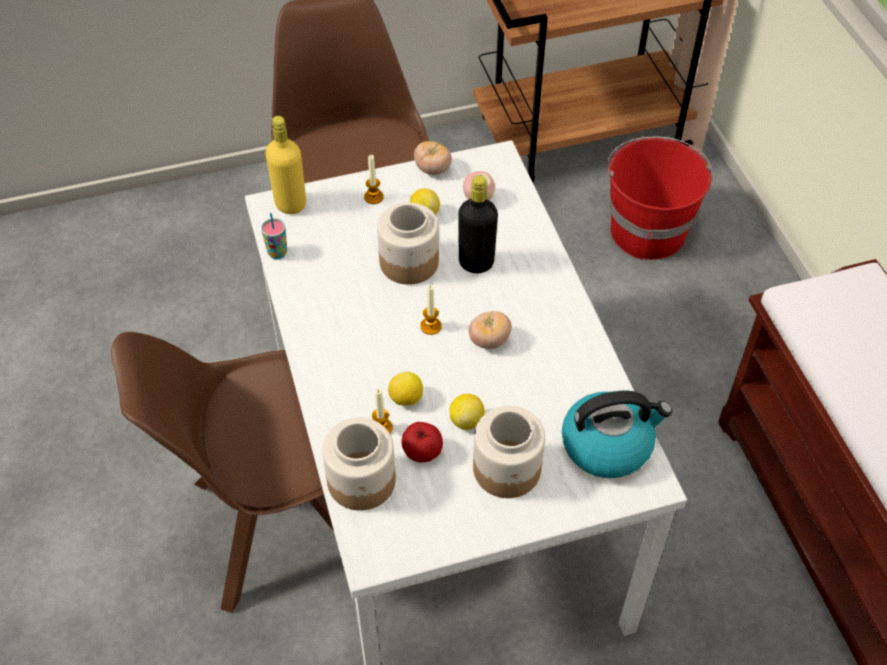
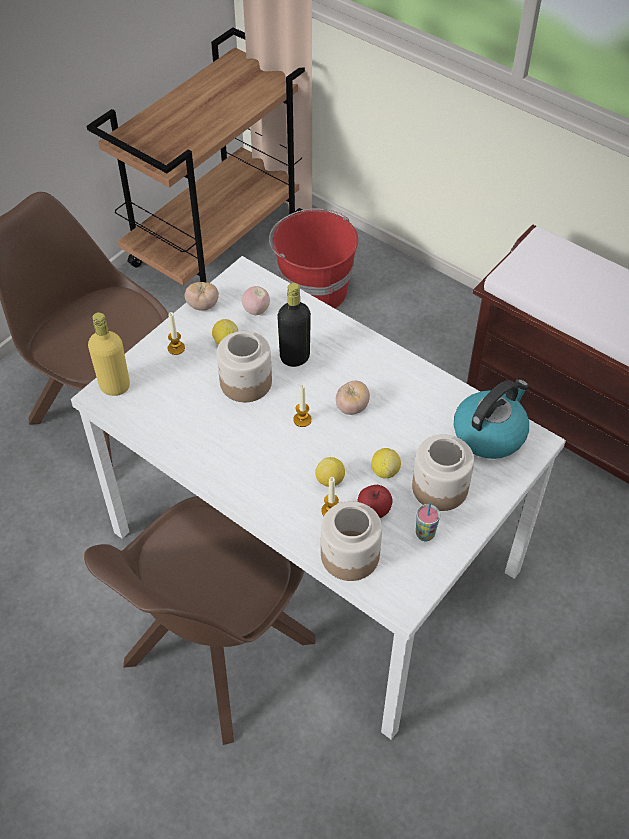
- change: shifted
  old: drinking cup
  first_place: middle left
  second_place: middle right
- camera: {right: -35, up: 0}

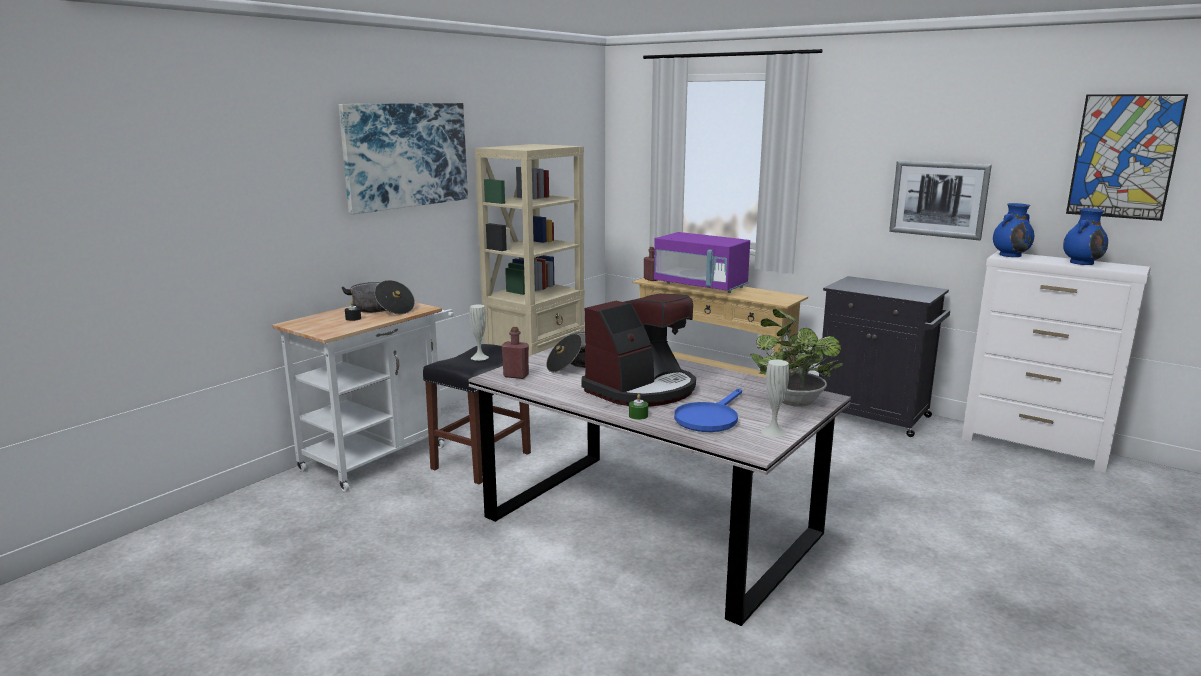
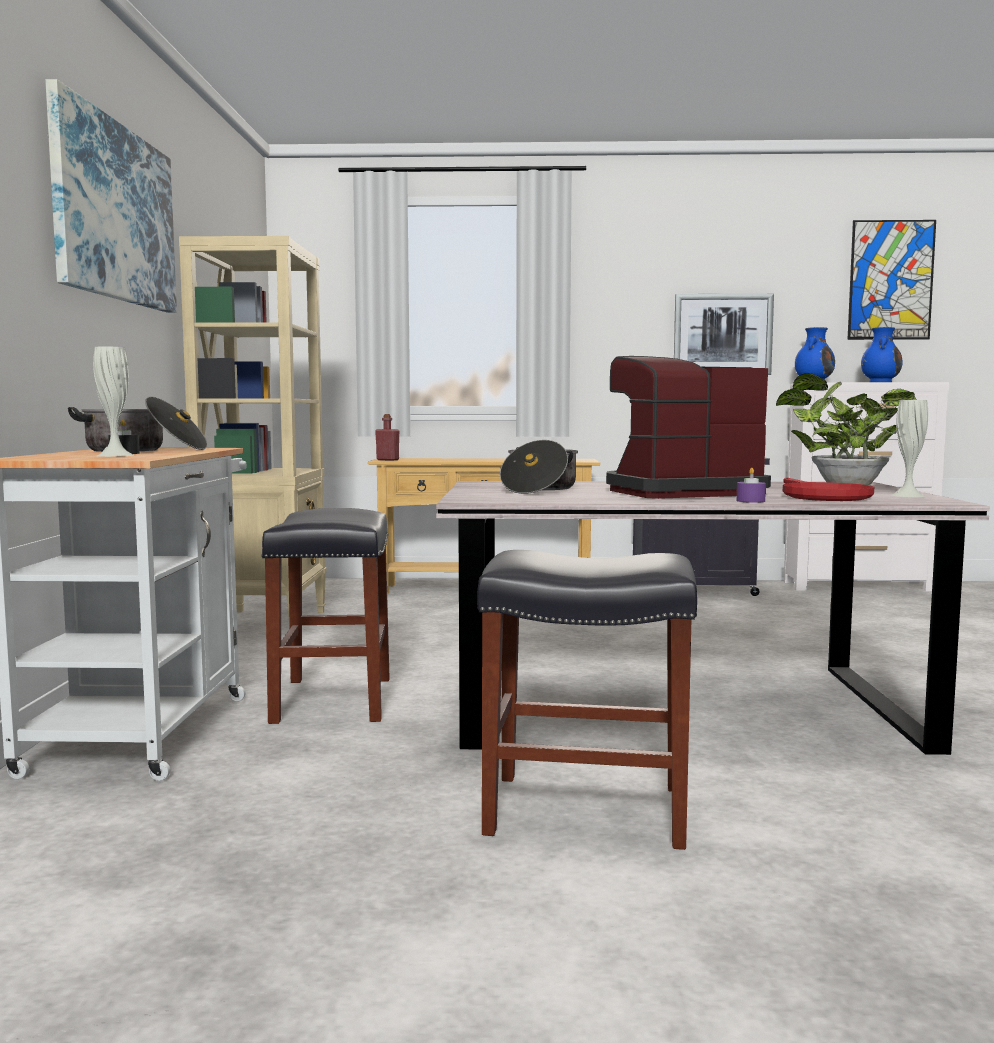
- change: shifted
  old: white flower vase (no. 1 from left)
  first_place: centre
  second_place: middle left
- change: new
  new: blackish sitting stool (no. 2 from left)
  second_place: bottom centre
- change: rotated
  old: coffee brewer
  first_place: centre
  second_place: middle right
  degrees: -120
- change: repainted
  old: green-coloured wax light
  new: purple-coloured wax light
  first_place: centre
  second_place: middle right
- change: repainted
  old: blue-coloured pan
  new: reddish pan
  first_place: centre
  second_place: middle right
- change: gone
  old: reddish beverage bottle (no. 1 from left)
  first_place: centre
- change: gone
  old: purple-coloured kitchen microwave
  first_place: centre
- camera: {right: -35, up: -10}

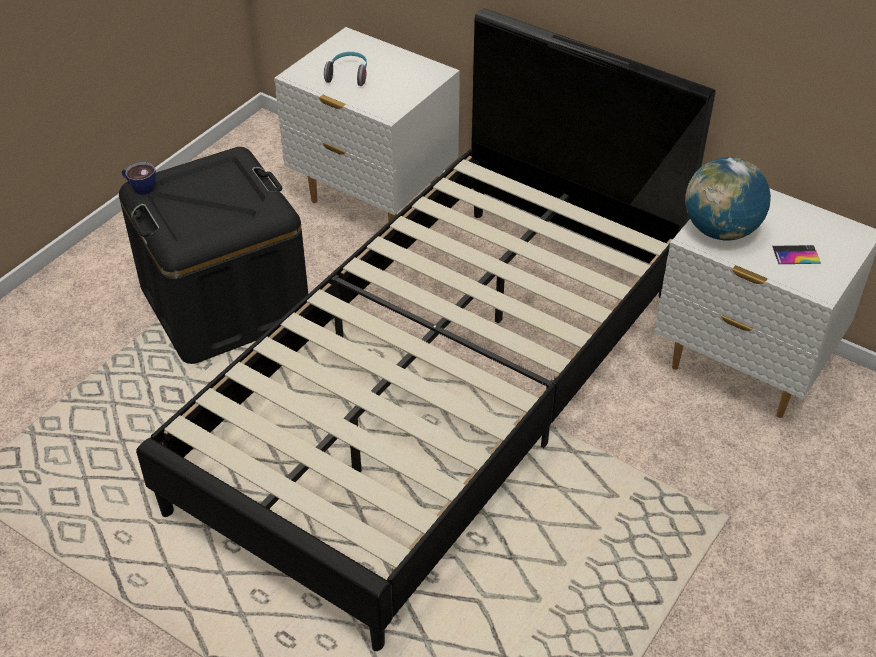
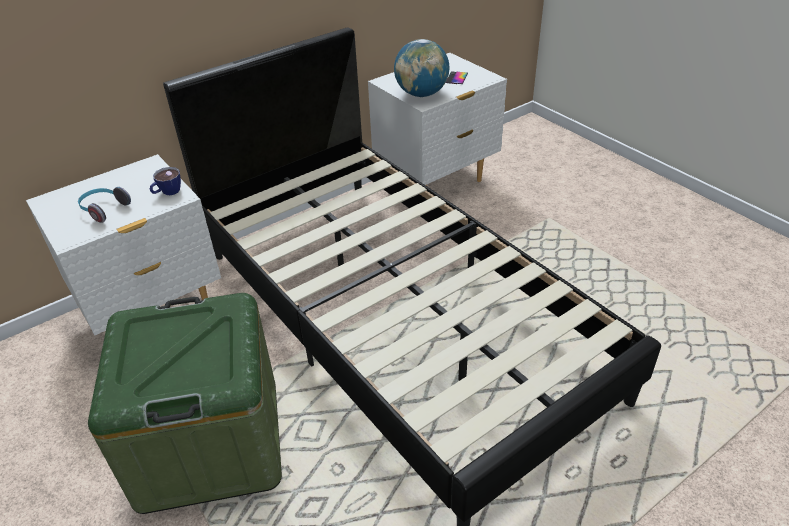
- change: repainted
  old: blackish storage box
  new: green-coloured storage box
  first_place: middle left
  second_place: bottom left
- change: shifted
  old: drinking cup
  first_place: top left
  second_place: middle left
- camera: {right: -70, up: -5}

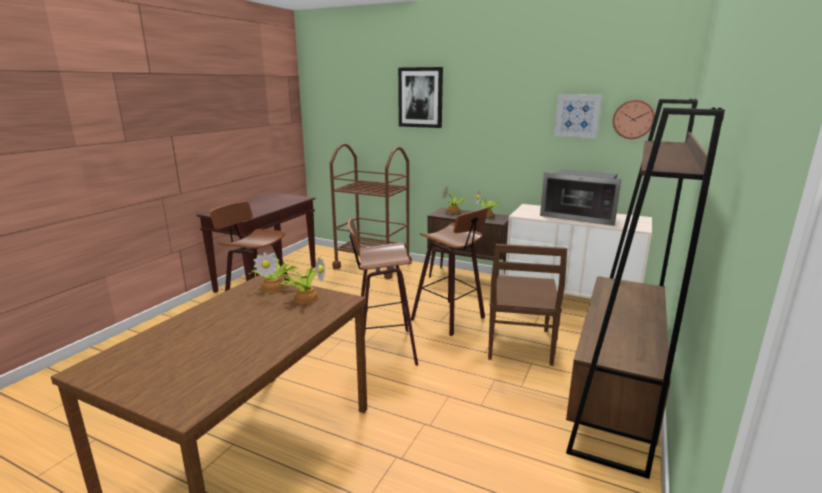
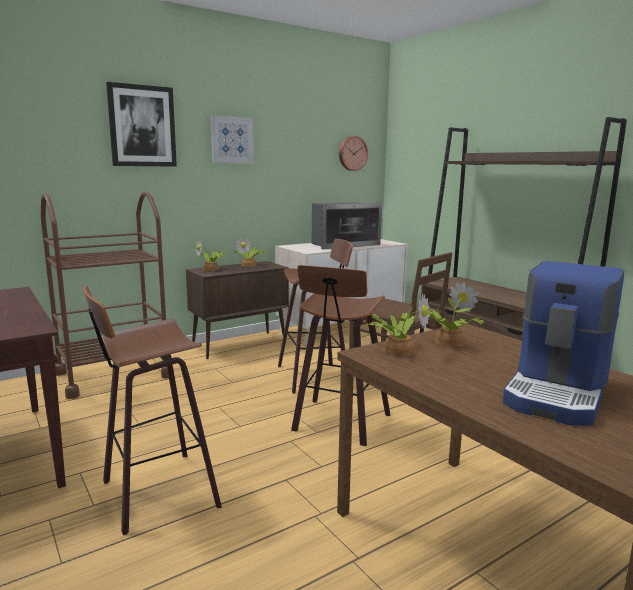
- change: shifted
  old: wall picture (no. 2 from left)
  first_place: top right
  second_place: top centre
- change: new
  new: coffee brewer
  second_place: middle right
- camera: {right: -60, up: -5}

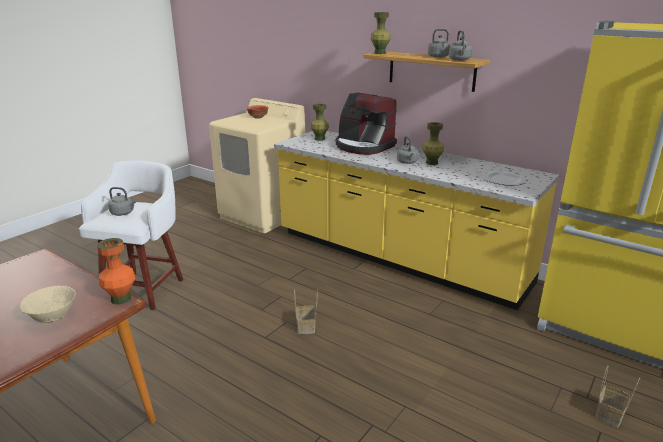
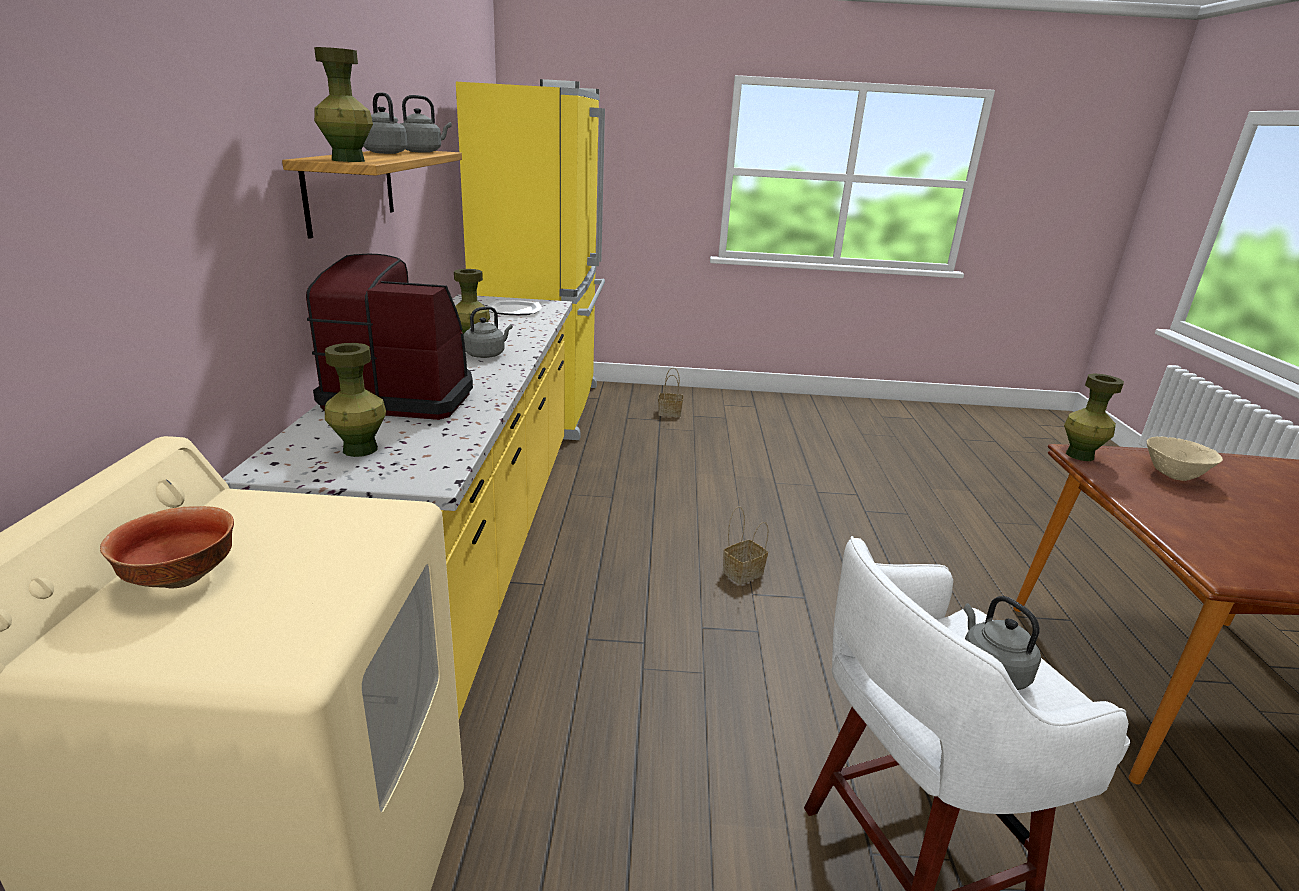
- change: rotated
  old: coffee brewer
  first_place: top centre
  second_place: middle left
  degrees: -90
- change: repainted
  old: orange-coloured flower vase
  new: green-coloured flower vase (no. 4 from left)
  first_place: middle left
  second_place: middle right
- camera: {right: -125, up: 0}

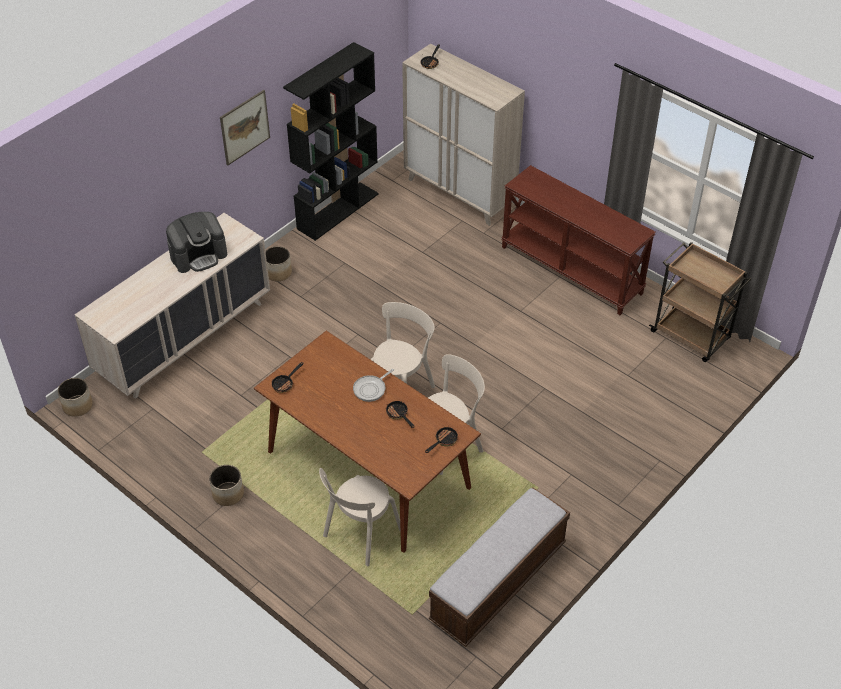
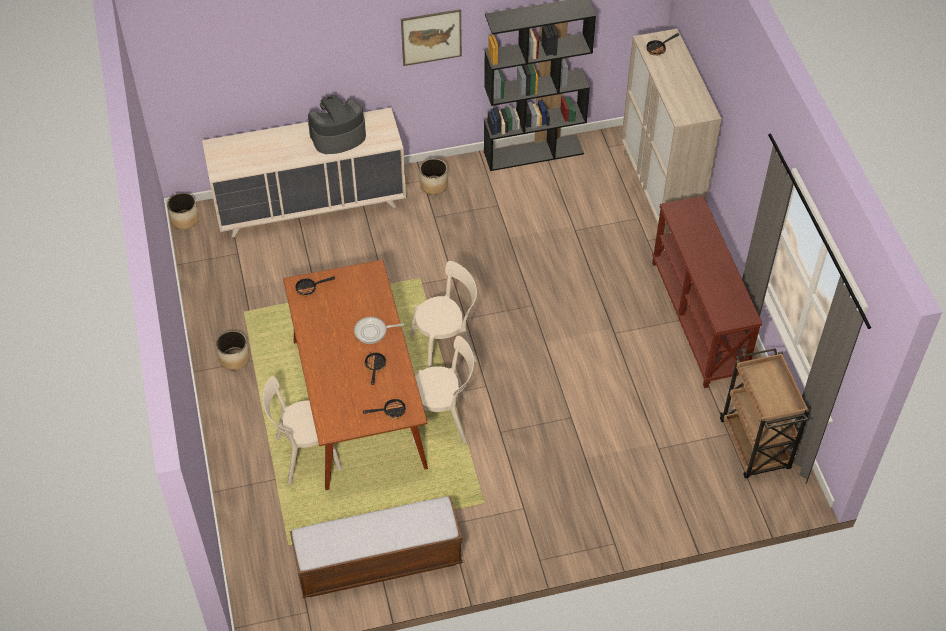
- change: rotated
  old: coffee brewer
  first_place: middle left
  second_place: top centre
  degrees: 150
- camera: {right: 35, up: 5}

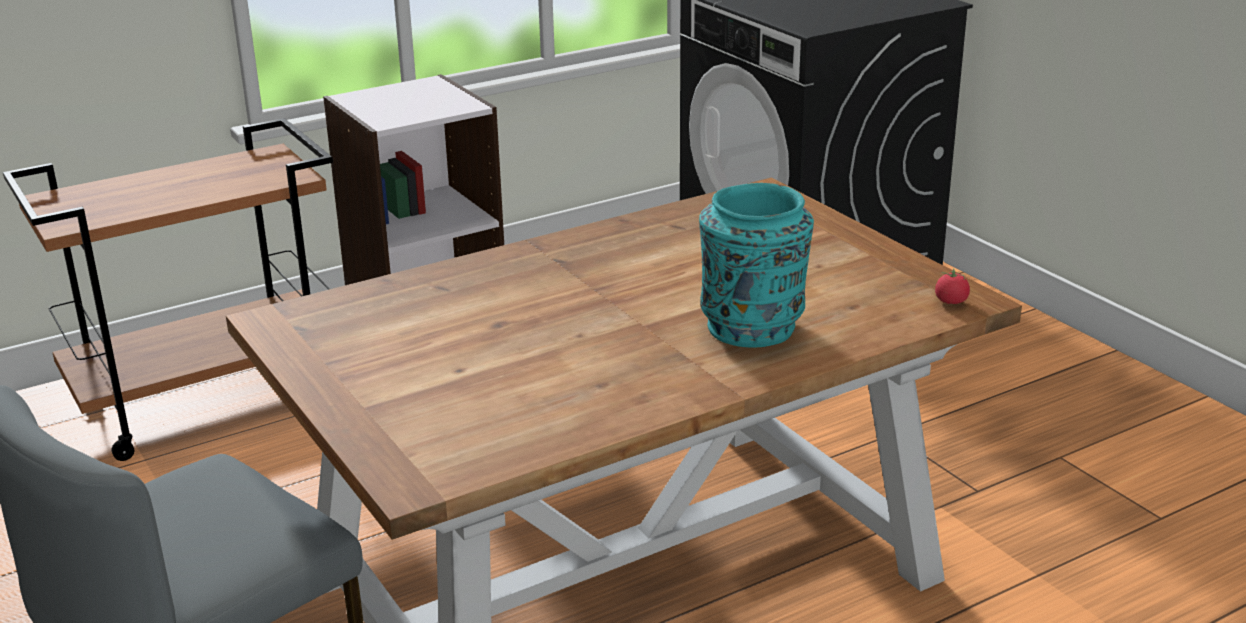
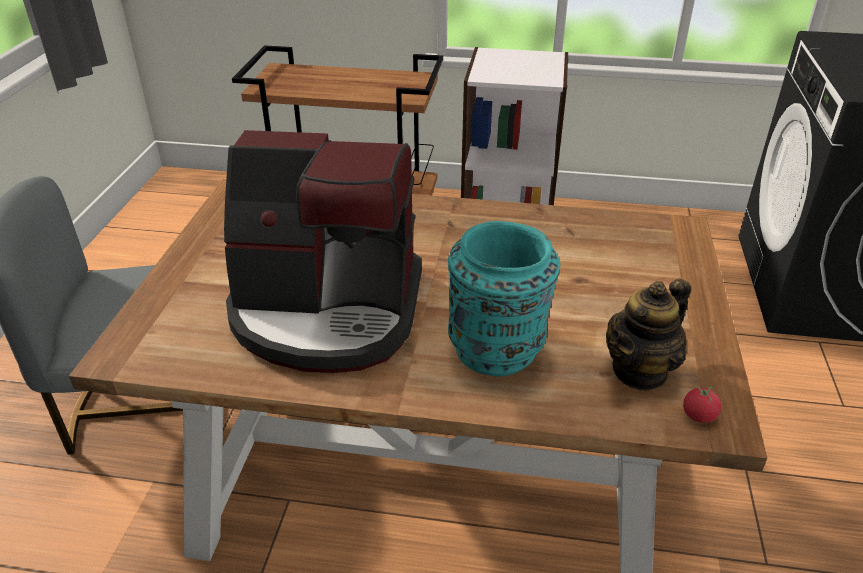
- change: new
  new: coffee brewer
  second_place: centre
- change: new
  new: pot for tea
  second_place: middle right
- camera: {right: 40, up: 10}

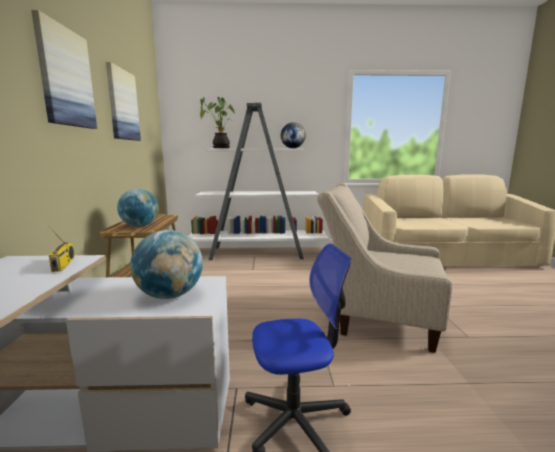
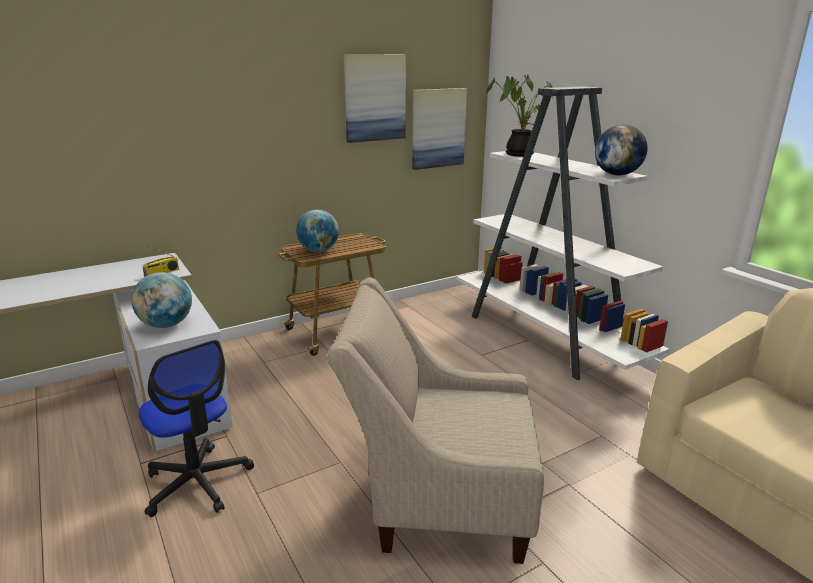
- change: rotated
  old: beige-coloured armchair
  first_place: middle right
  second_place: bottom centre
  degrees: -75
- change: shifted
  old: wall picture (no. 1 from left in the first image)
  new: wall picture (no. 2 from left)
  first_place: top left
  second_place: top centre
- camera: {right: 60, up: 10}

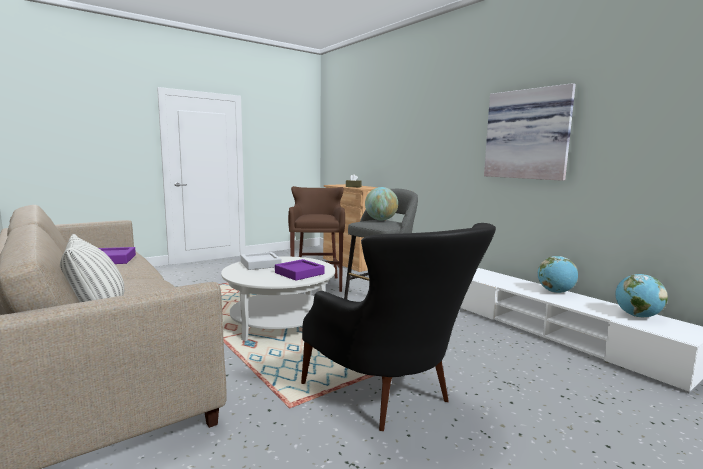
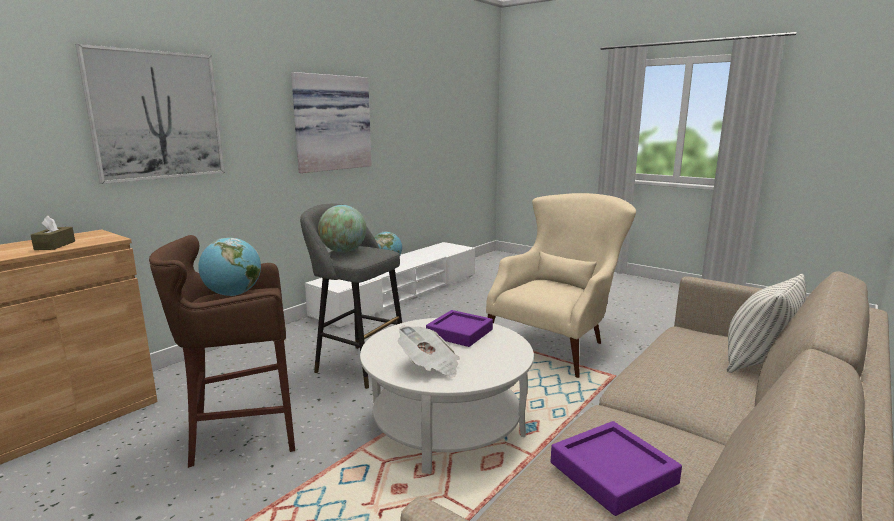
- change: new
  new: wall picture (no. 1 from left)
  second_place: top left
- change: shifted
  old: desk globe (no. 3 from left in the first image)
  new: desk globe (no. 1 from left)
  first_place: middle right
  second_place: middle left
- change: swapped
  old: grey serving tray
  new: daily paper
  first_place: centre
  second_place: bottom centre
- change: repainted
  old: blackish armchair
  new: beige-coloured armchair
  first_place: bottom centre
  second_place: centre
- camera: {right: -105, up: 5}

